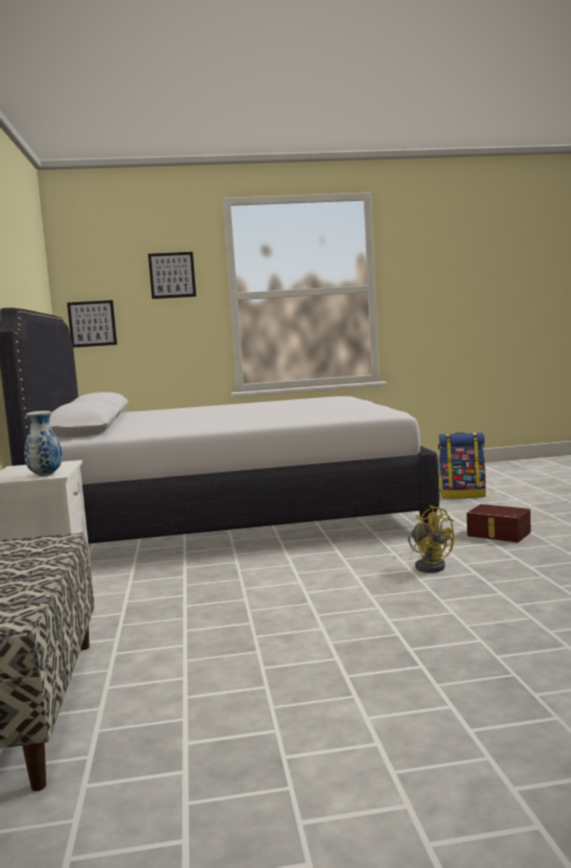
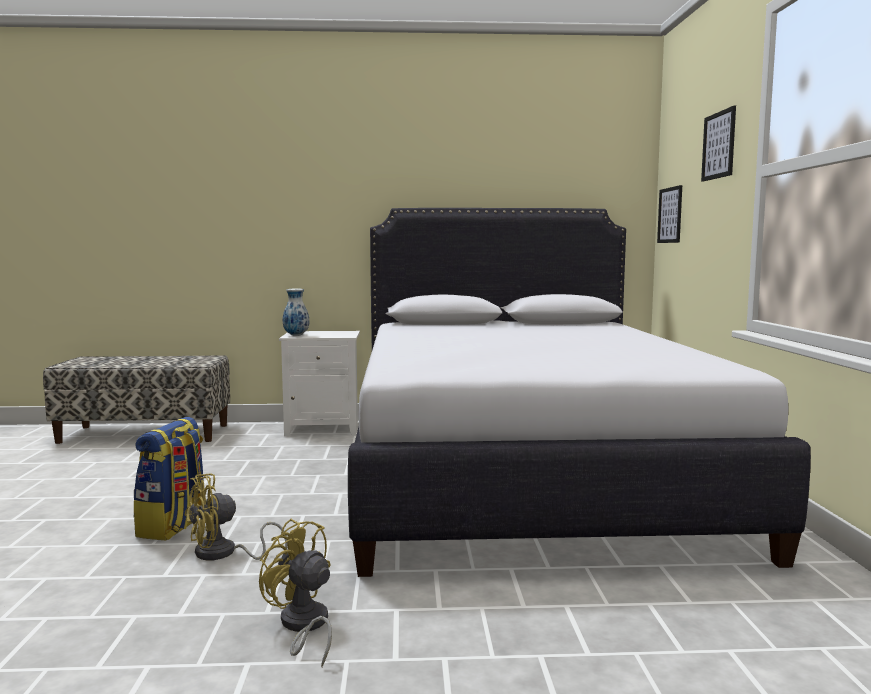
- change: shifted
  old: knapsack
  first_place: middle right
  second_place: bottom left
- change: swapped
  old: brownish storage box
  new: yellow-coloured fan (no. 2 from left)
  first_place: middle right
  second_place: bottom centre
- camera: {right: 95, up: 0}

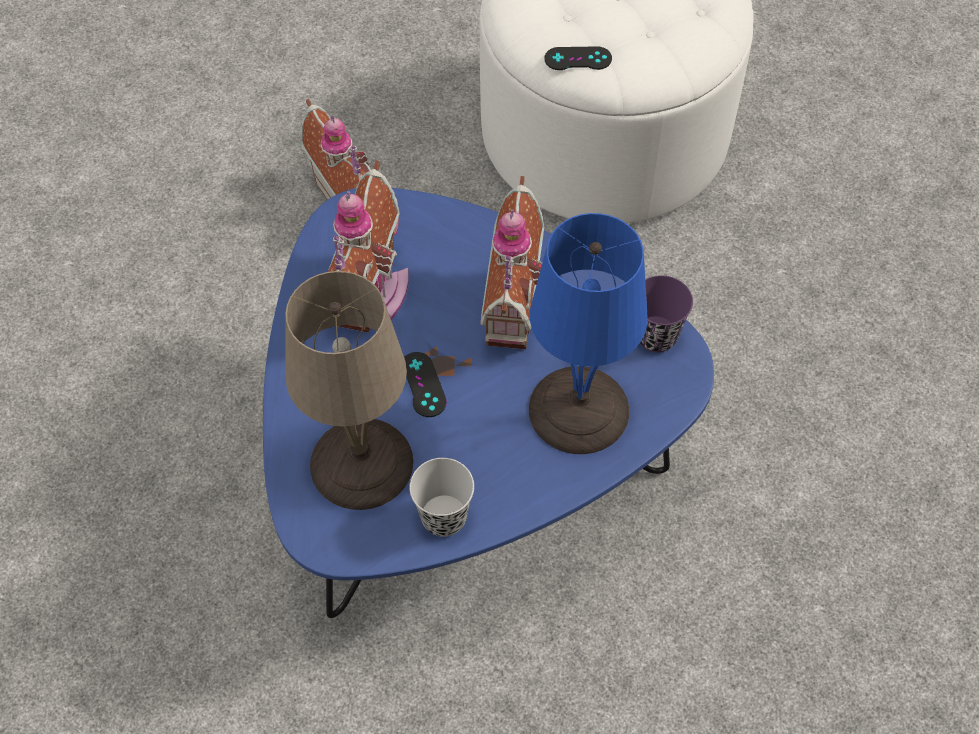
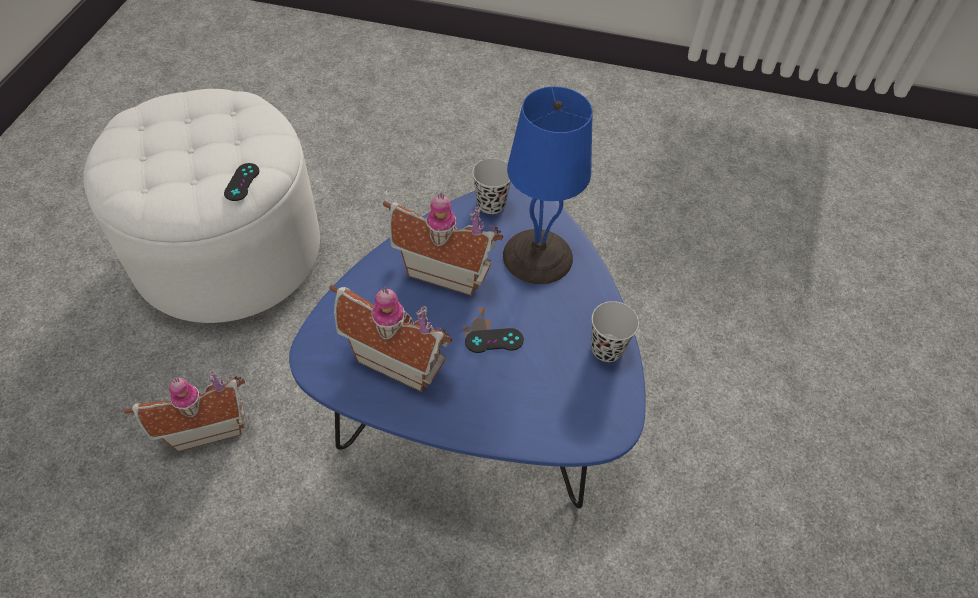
- change: repainted
  old: purple-coloured drinking cup
  new: blackish drinking cup (no. 1 from left)
  first_place: middle right
  second_place: top centre
- change: gone
  old: beige-coloured table lamp
  first_place: centre
- camera: {right: -80, up: -5}

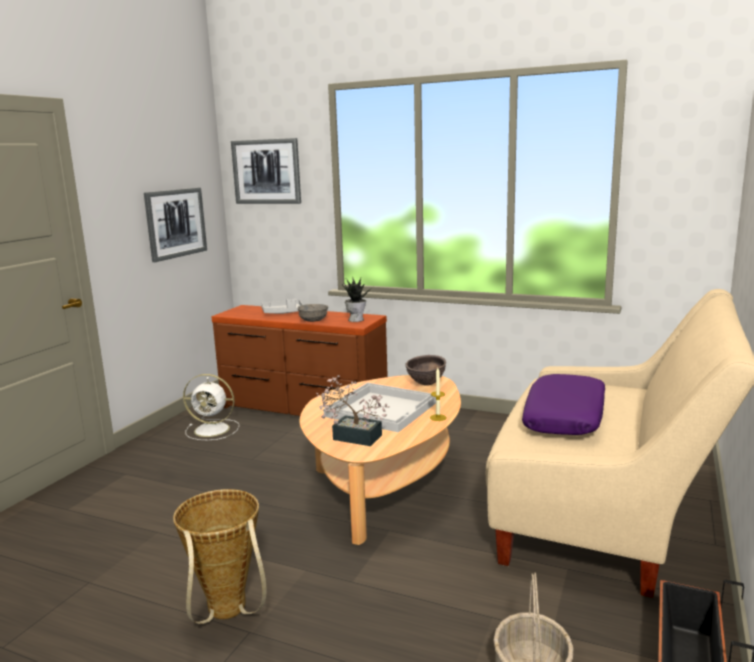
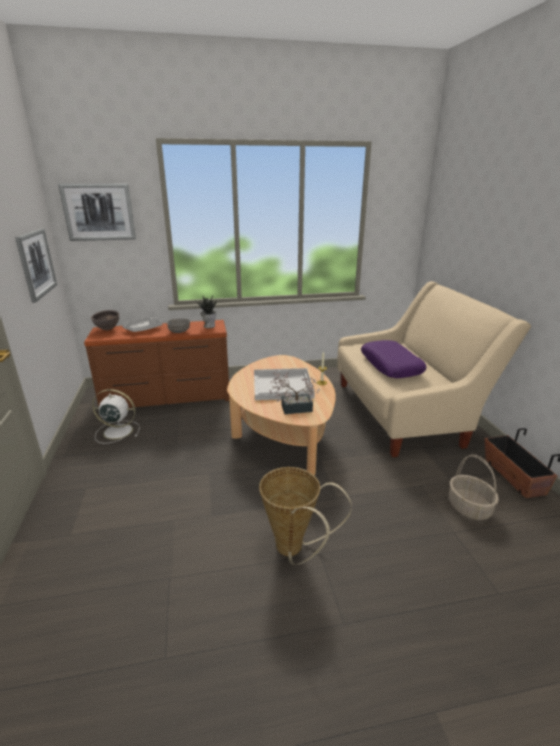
- change: shifted
  old: brownish deep dish
  first_place: centre
  second_place: middle left
- change: rotated
  old: white fan
  first_place: middle left
  second_place: middle left
  degrees: -150
- camera: {right: -35, up: 10}

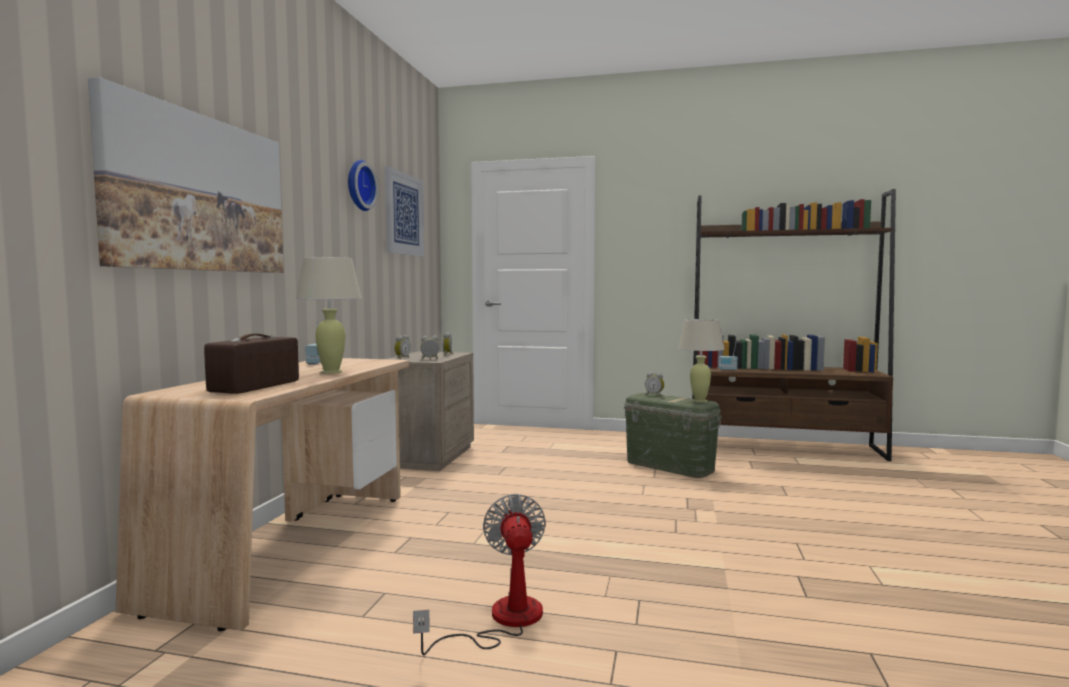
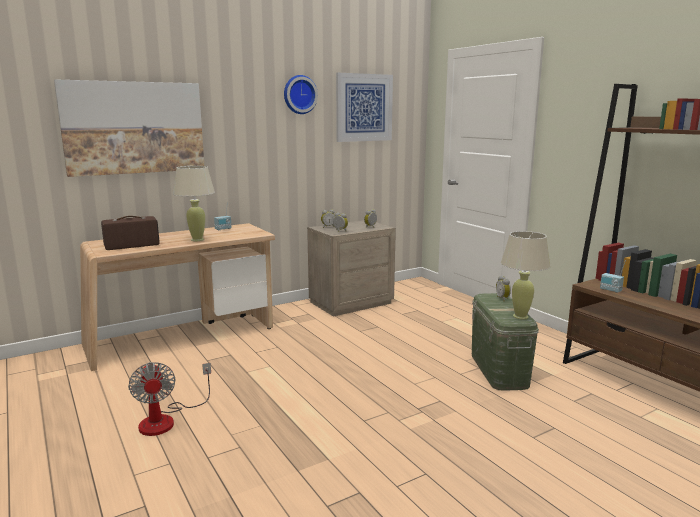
- change: rotated
  old: fan
  first_place: bottom centre
  second_place: bottom left
  degrees: 120
- camera: {right: 45, up: 10}

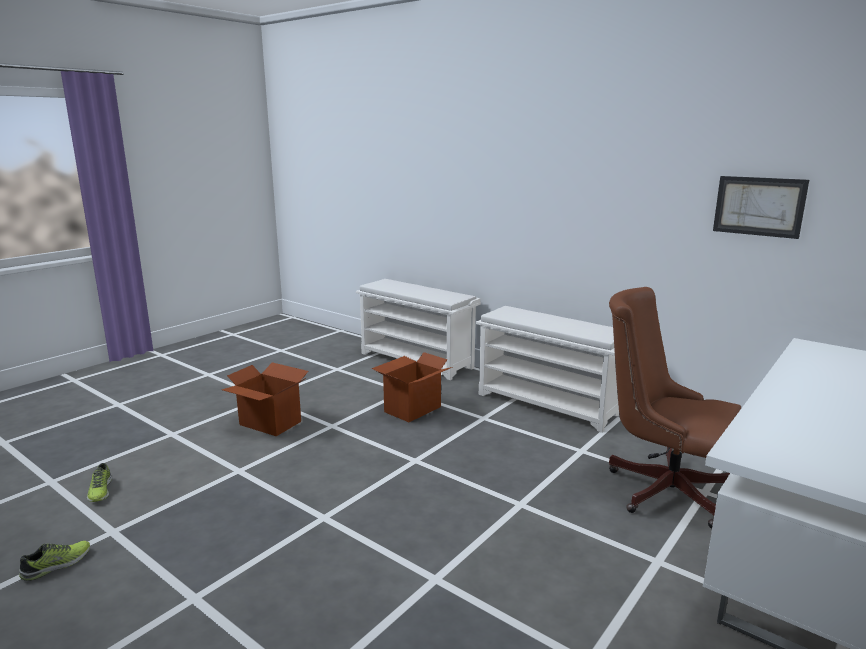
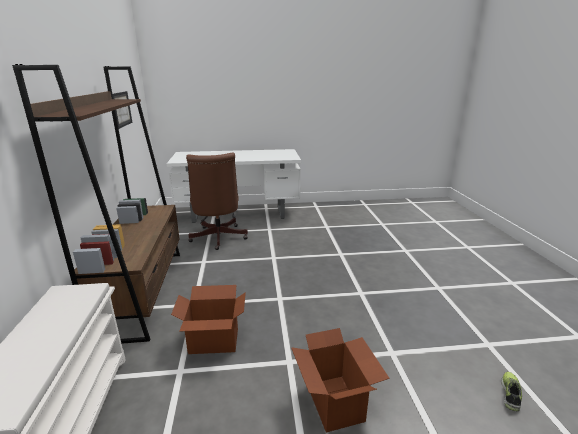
- change: swapped
  old: white shoe stand (no. 2 from left)
  new: brownish bookcase
  first_place: centre
  second_place: middle left
- change: gone
  old: low shoe (no. 1 from left)
  first_place: bottom left
- camera: {right: -135, up: 5}

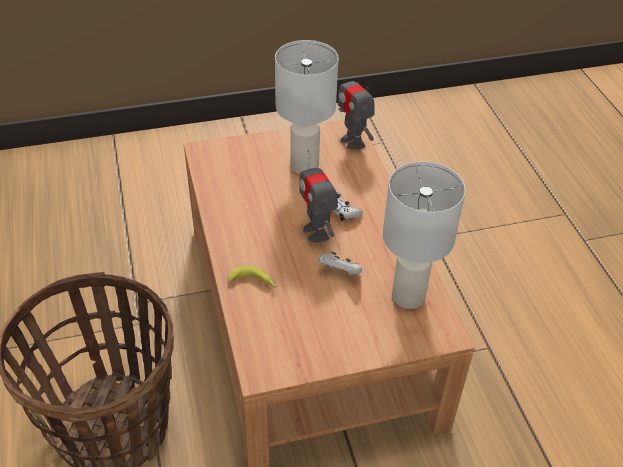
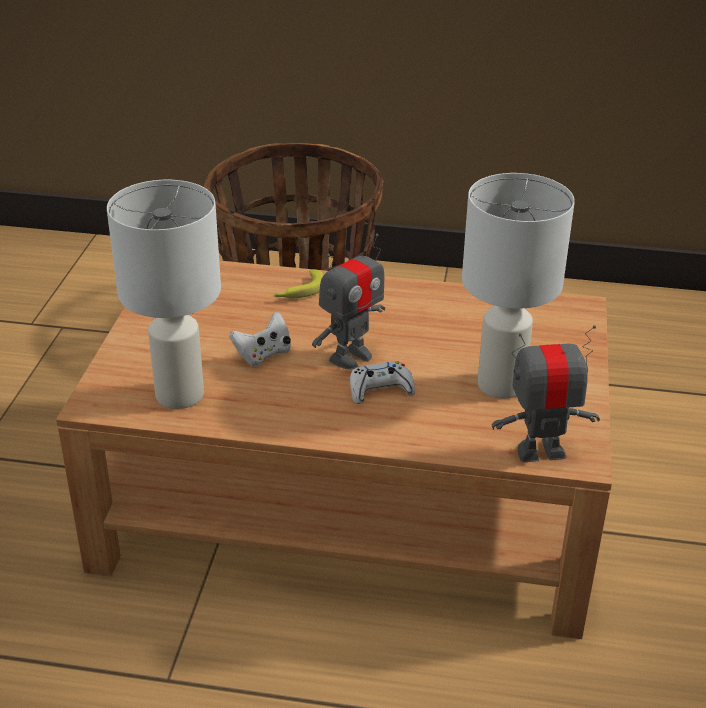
- change: rotated
  old: toy robot (no. 1 from left)
  first_place: centre
  second_place: centre
  degrees: 135
- camera: {right: 115, up: -10}

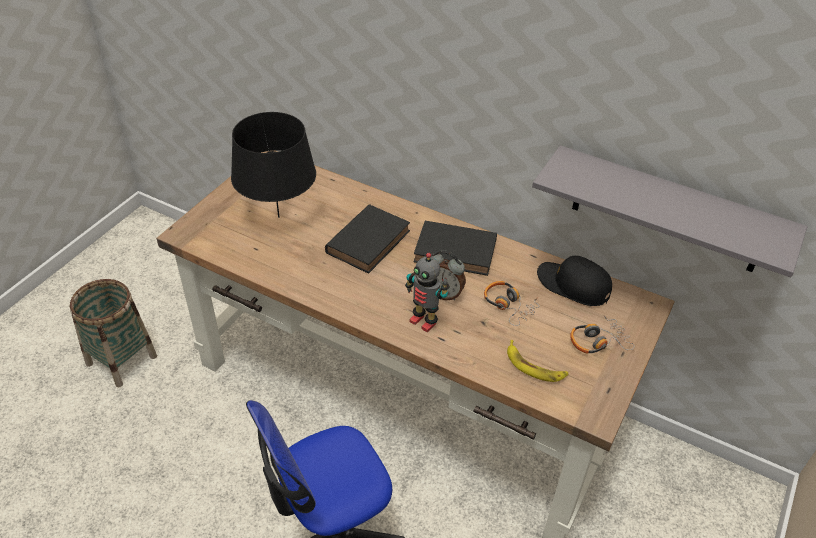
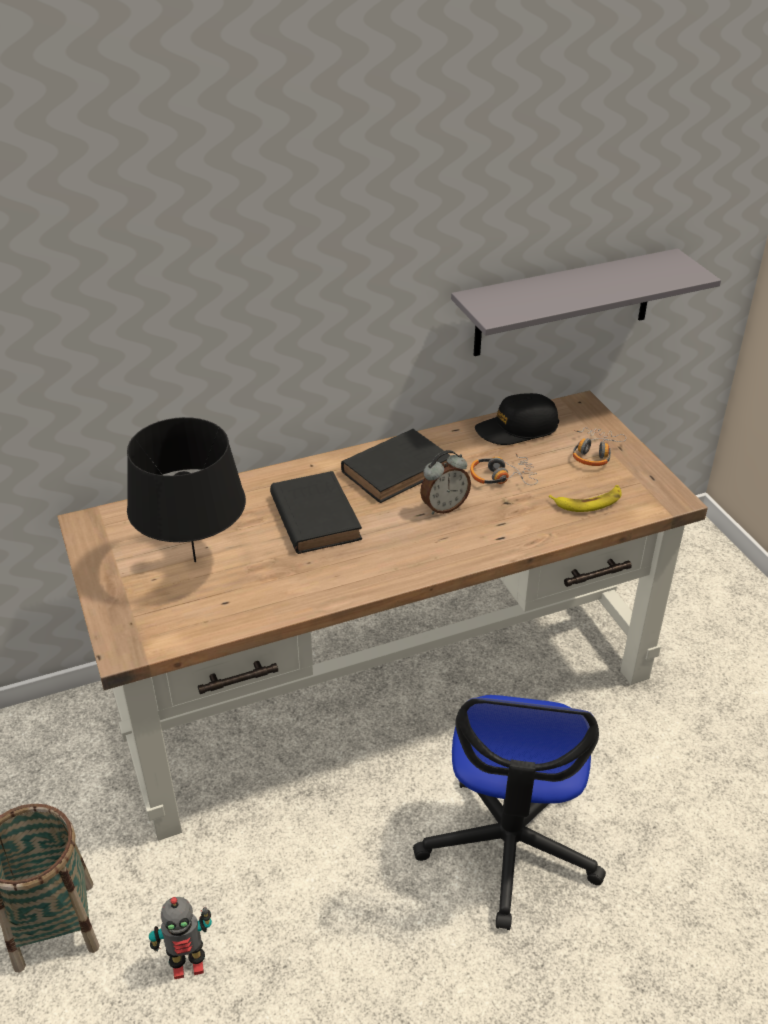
- change: shifted
  old: toy robot
  first_place: centre
  second_place: bottom left
- camera: {right: -50, up: -5}

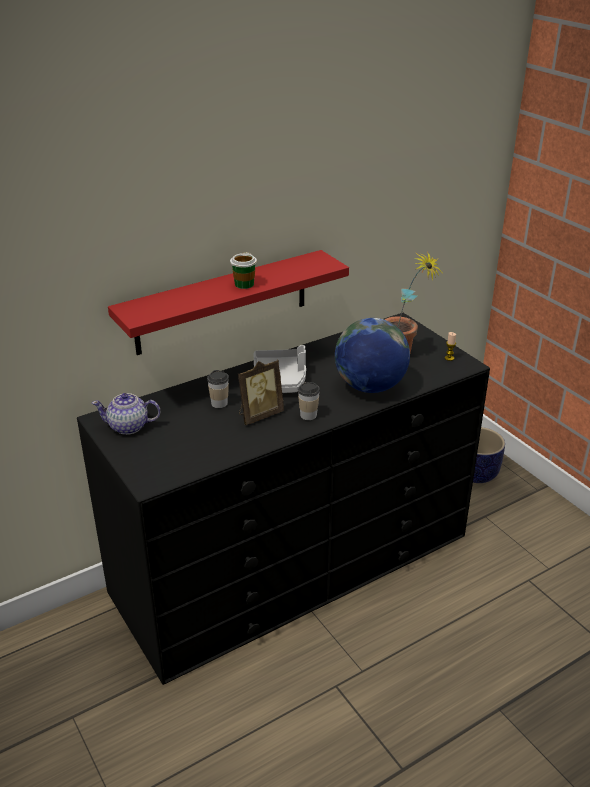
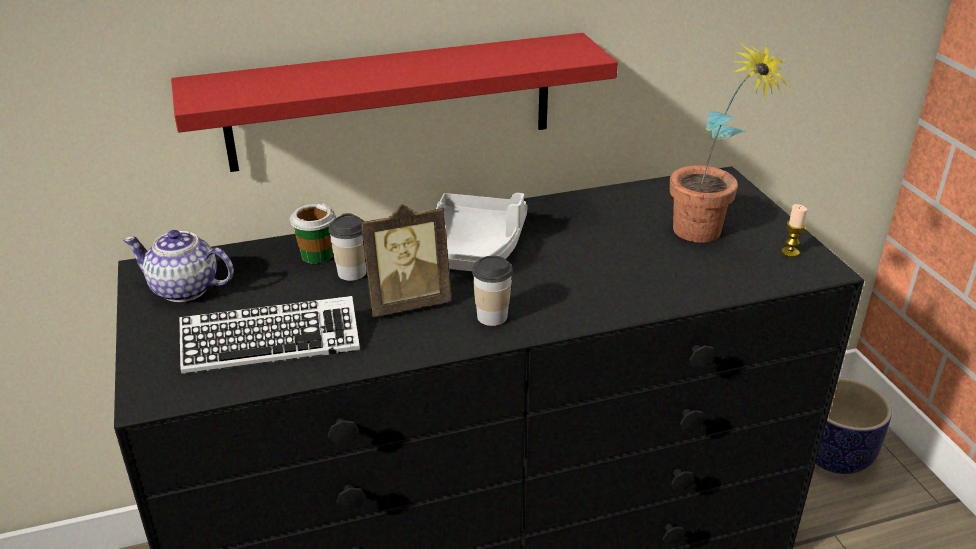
- change: new
  new: PC keyboard
  second_place: middle left
- change: shifted
  old: drinking cup (no. 2 from left in the first image)
  new: drinking cup (no. 1 from left)
  first_place: centre
  second_place: middle left
- change: gone
  old: desk globe
  first_place: centre
- camera: {right: 15, up: 0}

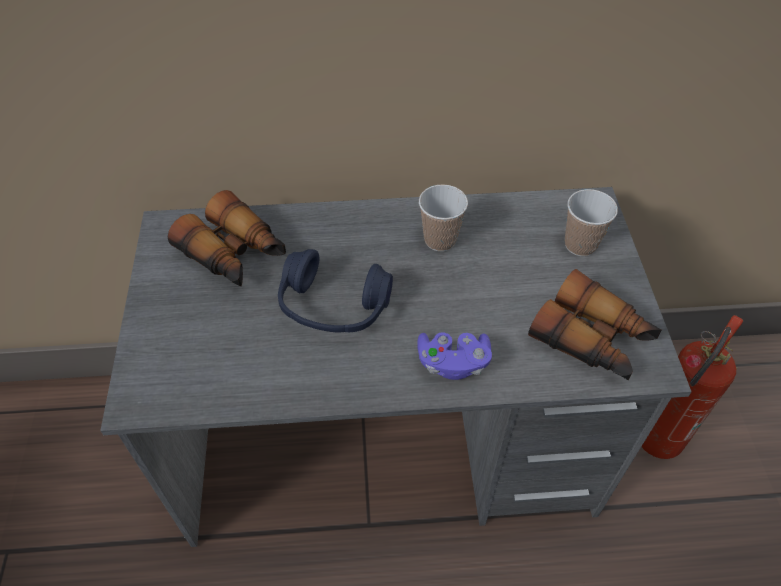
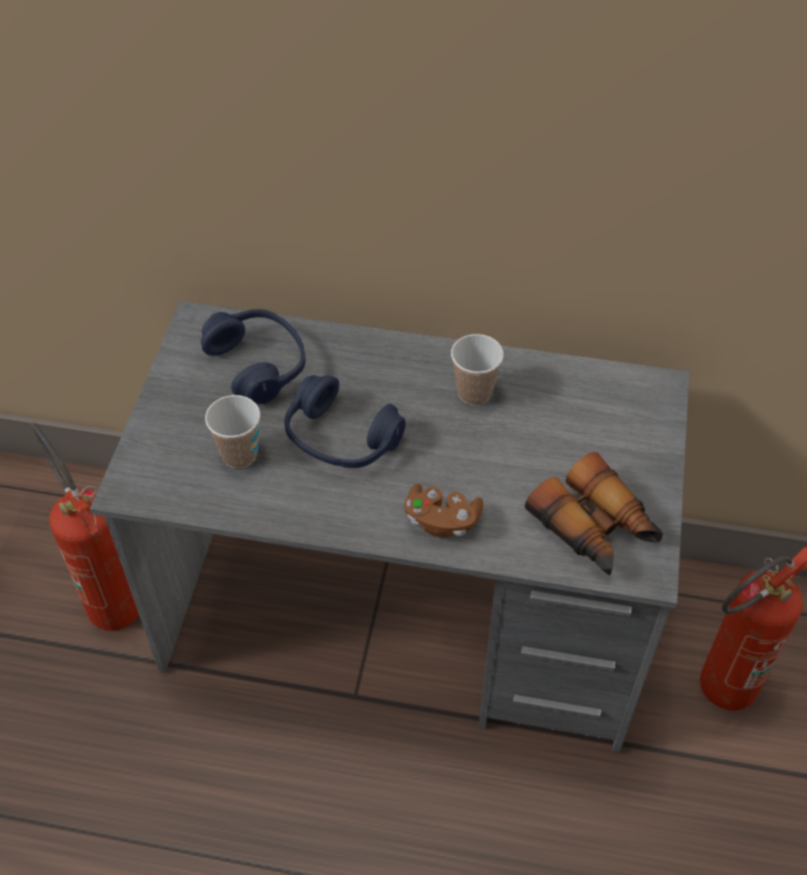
- change: new
  new: extinguisher (no. 1 from left)
  second_place: middle left
- change: swapped
  old: pair of binoculars (no. 1 from left)
  new: blue-coloured headset (no. 1 from left)
  first_place: middle left
  second_place: middle left
- change: shifted
  old: drinking cup (no. 2 from left in the first image)
  new: drinking cup (no. 1 from left)
  first_place: middle right
  second_place: middle left
- change: repainted
  old: purple-coloured joypad
  new: brownish joypad
  first_place: centre
  second_place: centre
- camera: {right: 15, up: 0}

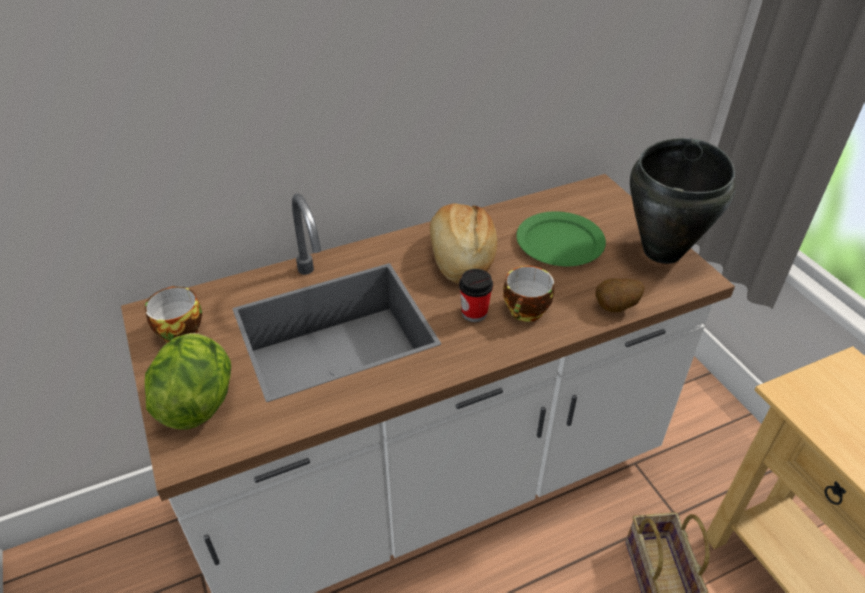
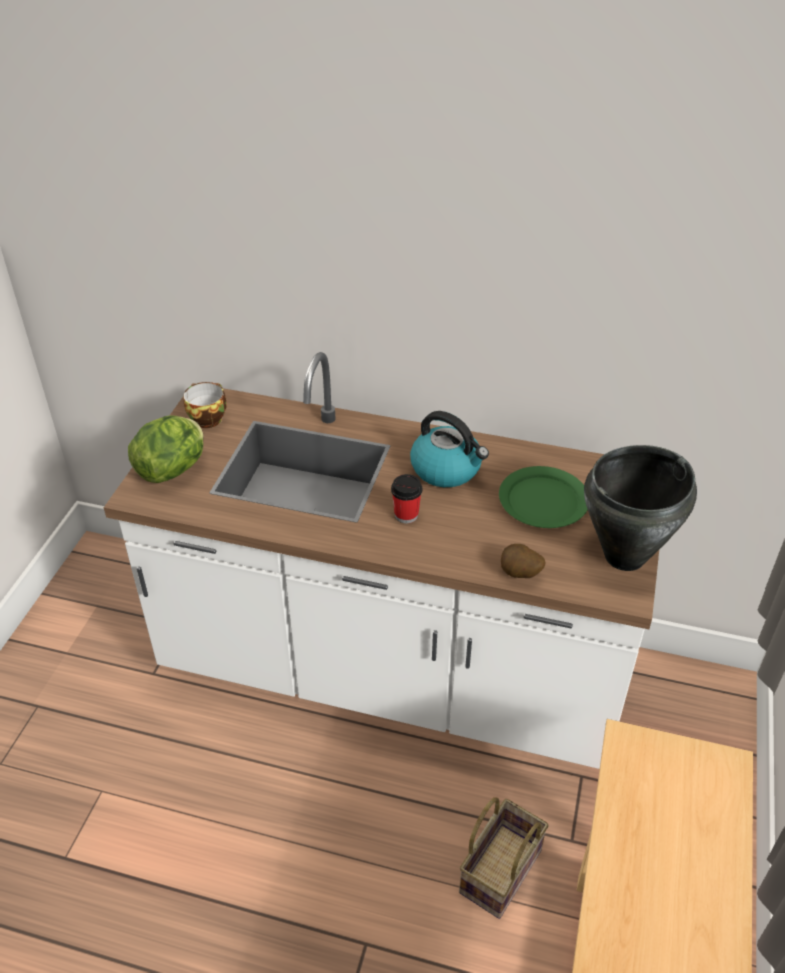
- change: swapped
  old: bread
  new: tea kettle
  first_place: centre
  second_place: centre
- change: gone
  old: drinking cup (no. 3 from left)
  first_place: centre
- camera: {right: 40, up: 0}

